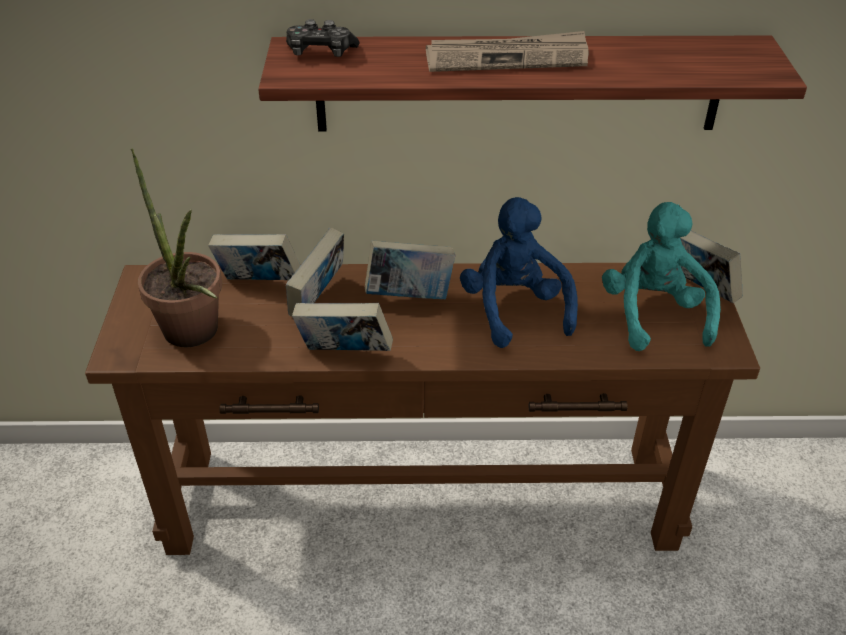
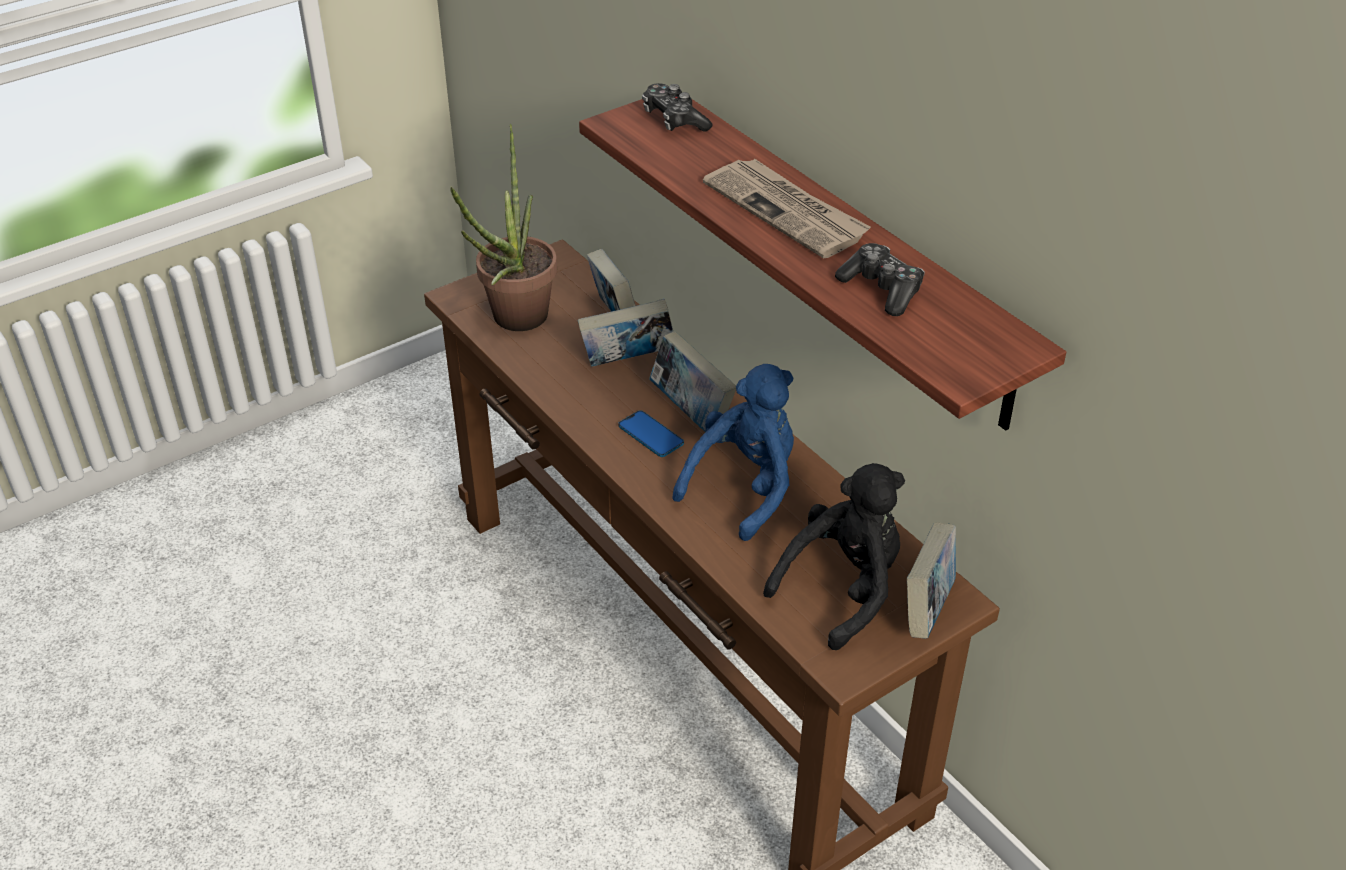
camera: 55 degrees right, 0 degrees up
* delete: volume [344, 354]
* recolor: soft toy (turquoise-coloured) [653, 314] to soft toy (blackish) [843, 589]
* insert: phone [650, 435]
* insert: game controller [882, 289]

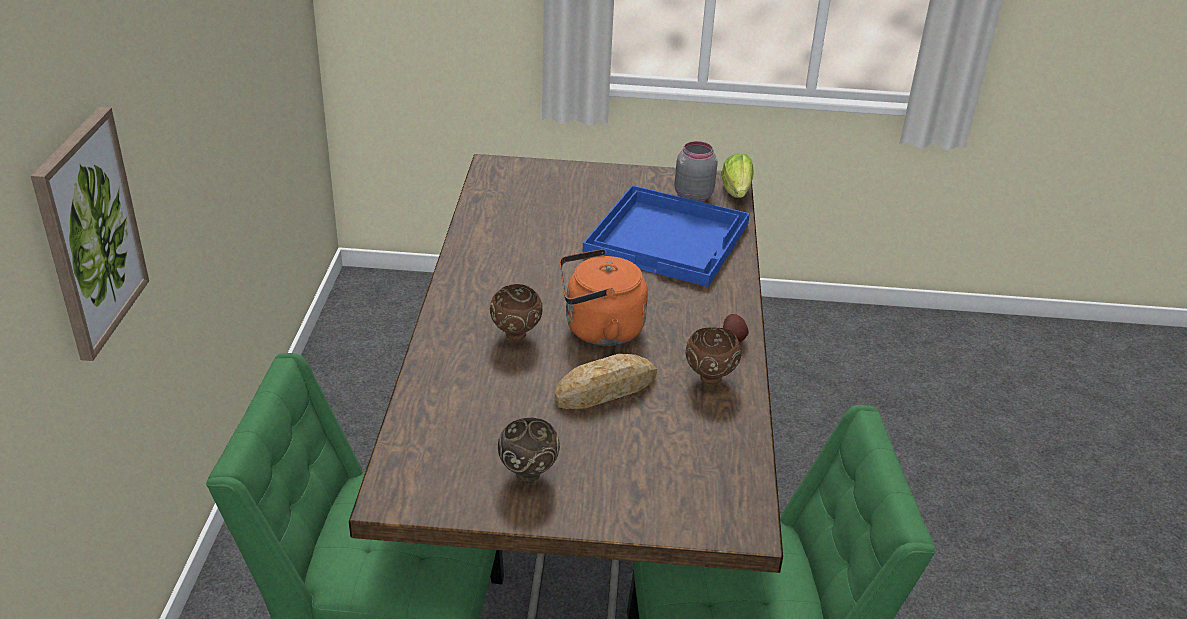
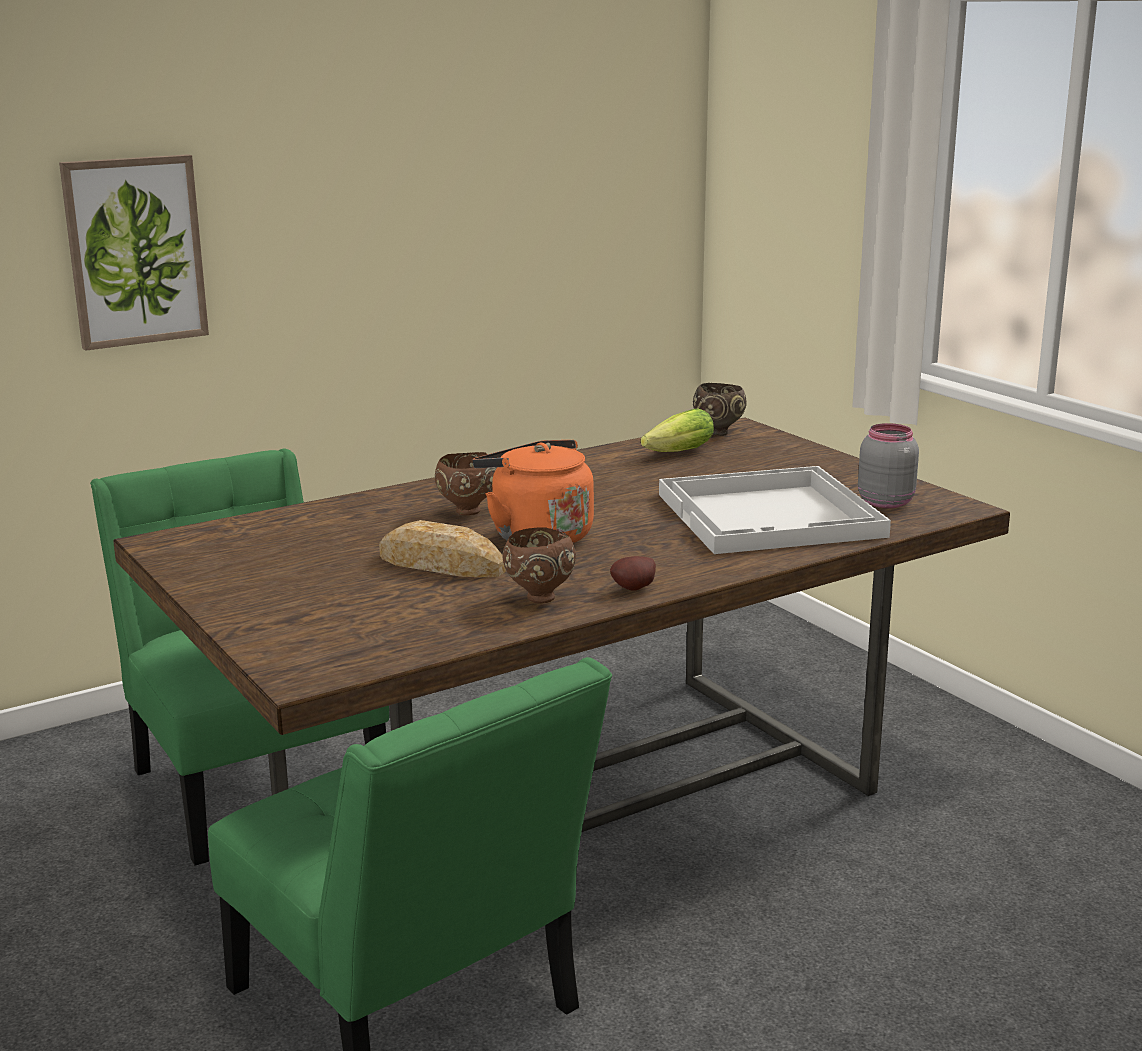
camera: 55 degrees right, 15 degrees down
* move: bowl (brownish) [528, 473] to [719, 433]
* recolor: carrying tray (blue-coloured) [669, 238] to carrying tray (white-coloured) [771, 515]
* move: lettuce [736, 192] to [675, 453]

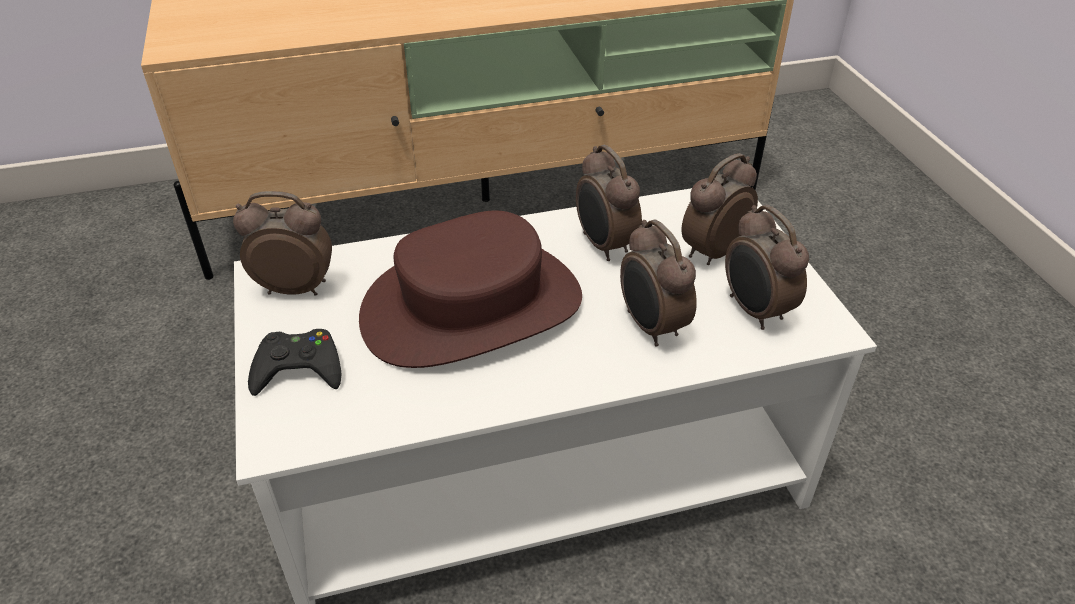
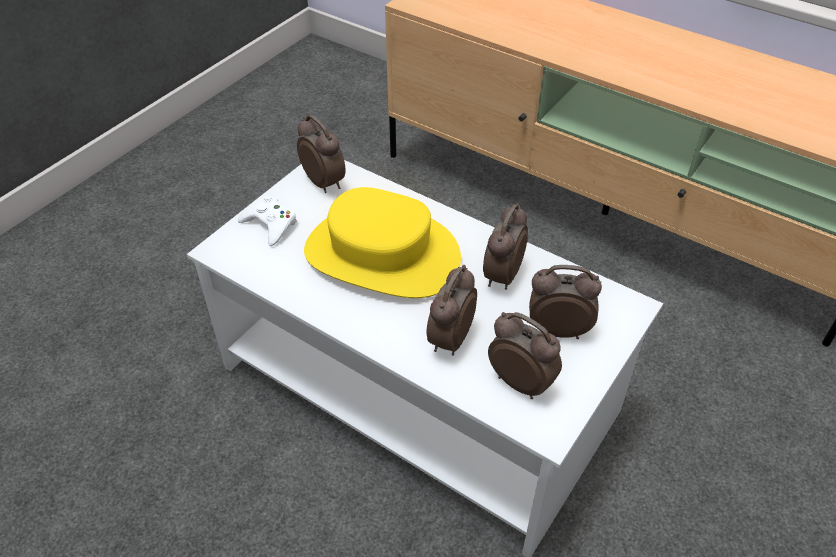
camera: 50 degrees right, 5 degrees up
* recolor: game controller (blackish) [298, 369] to game controller (white-coloured) [270, 224]
* recolor: wearable hat (brownish) [472, 308] to wearable hat (yellow) [381, 255]
* rotate: bedside clock [754, 311] = [521, 382] 105 degrees clockwise

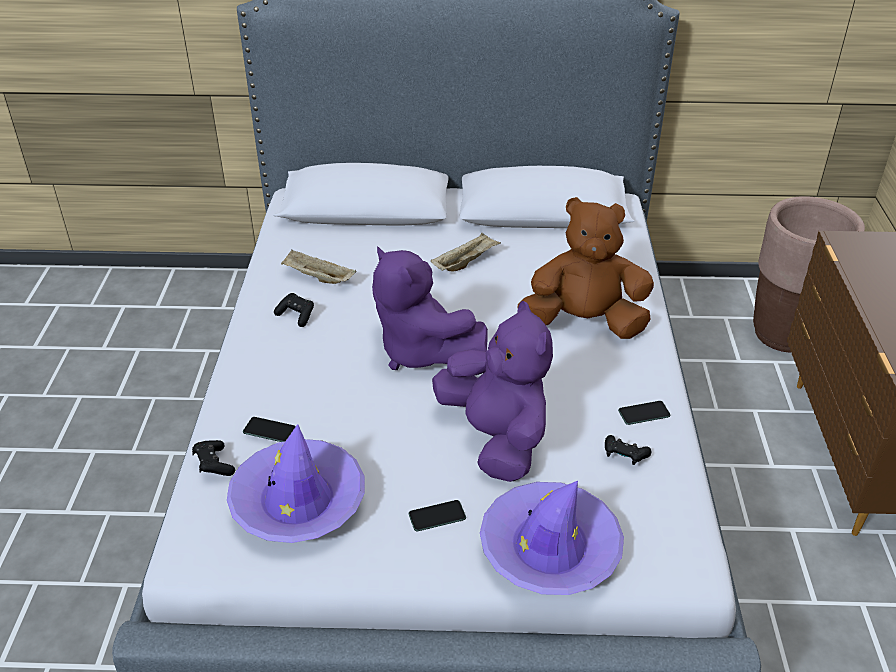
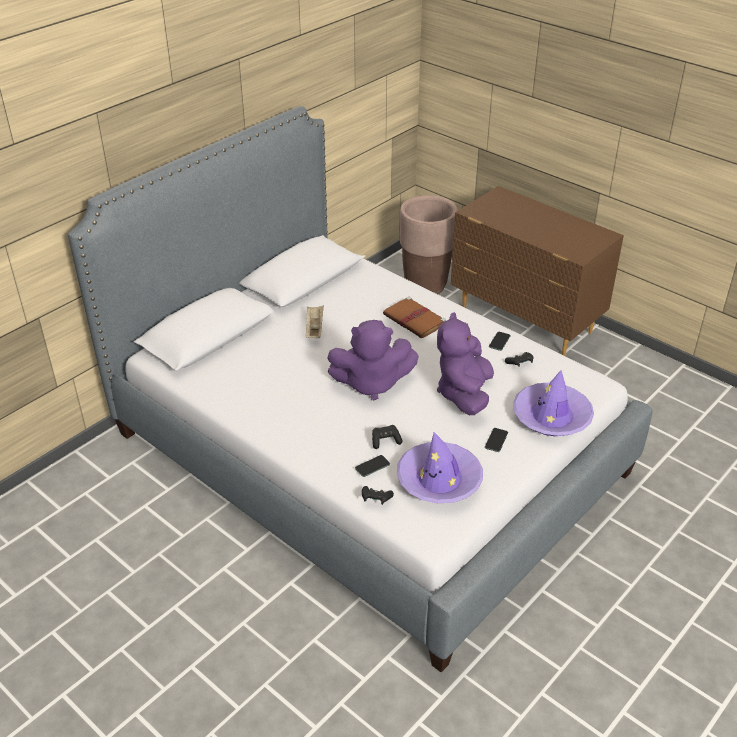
camera: 50 degrees left, 0 degrees up
* move: game controller (blackish) [296, 315] to [385, 441]
* delete: carrying tray (beige) [317, 278]
* rotate: soft toy (purplish) [496, 438] = [464, 394] 90 degrees counterclockwise
* replace: soft toy (brownish) [584, 323] to volume (brownish) [415, 320]

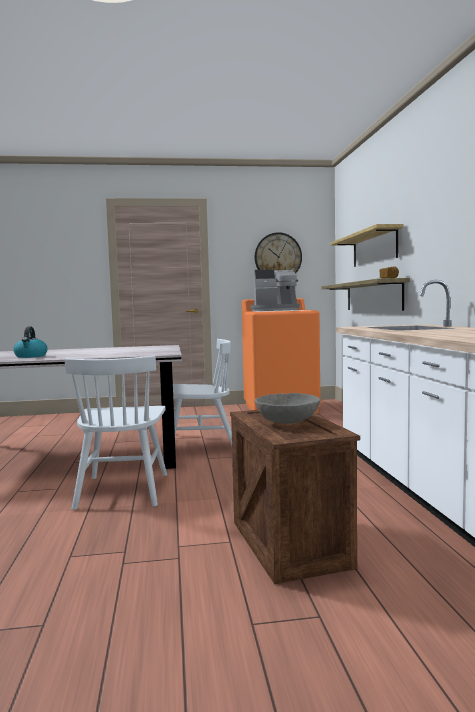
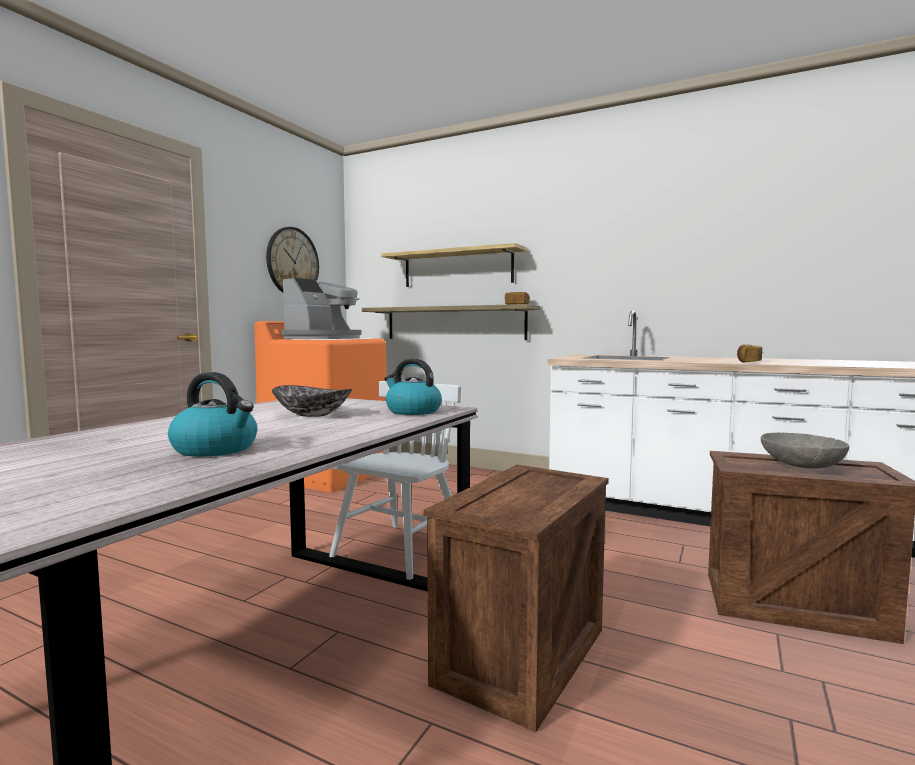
camera: 55 degrees left, 0 degrees up
* replace: chair (white-coloured) [122, 491] to crate [523, 657]
* insert: bowl [312, 414]
* insert: tea kettle [412, 411]
* insert: bread [748, 362]

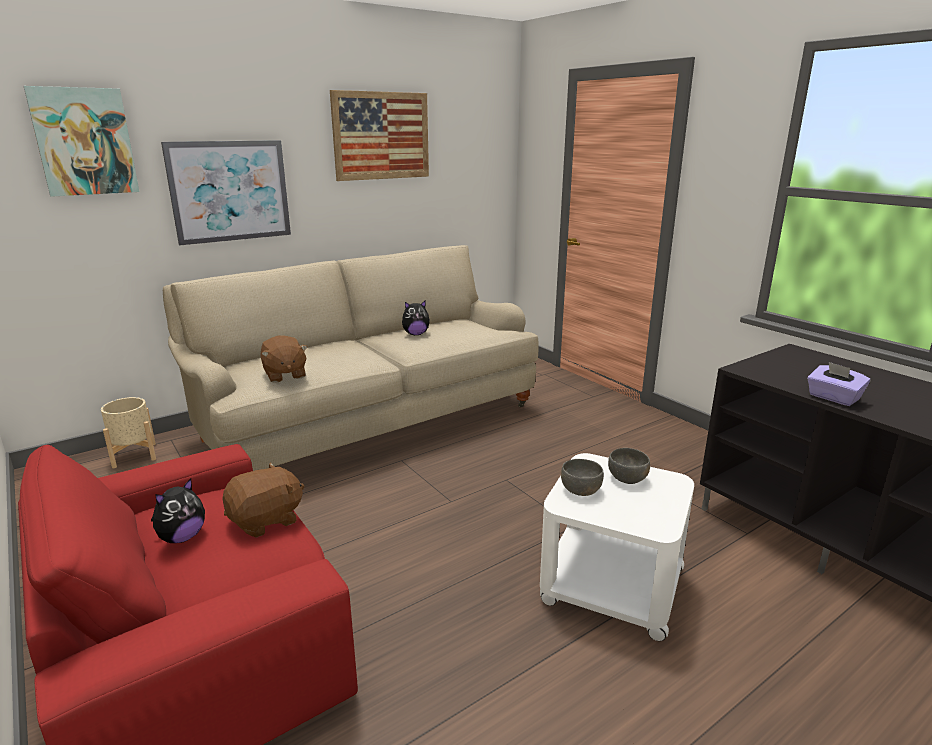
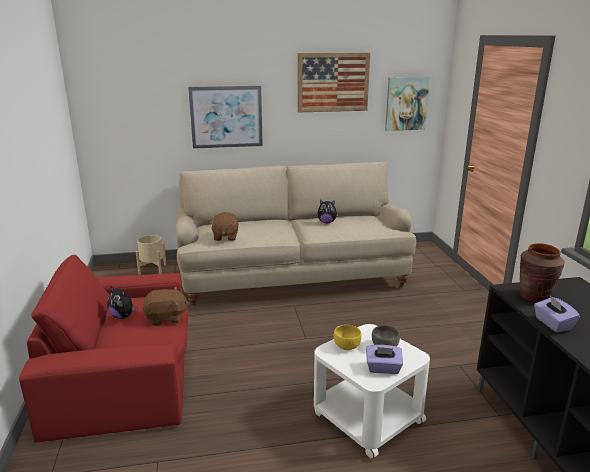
camera: 25 degrees right, 0 degrees up
* move: wall art [84, 142] to [406, 103]
* rotate: soft toy [182, 537] = [123, 316] 60 degrees clockwise
* recolor: bowl (greyish) [580, 490] to bowl (yellow) [346, 345]
* insert: tissue box (purplish) [383, 368]
* insert: flower vase (brownish) [534, 297]

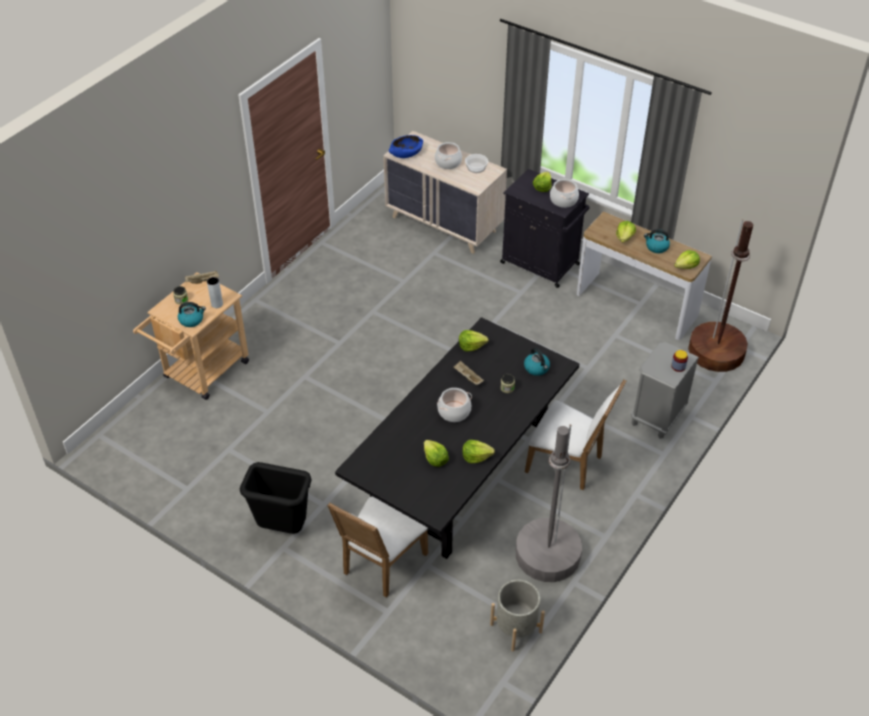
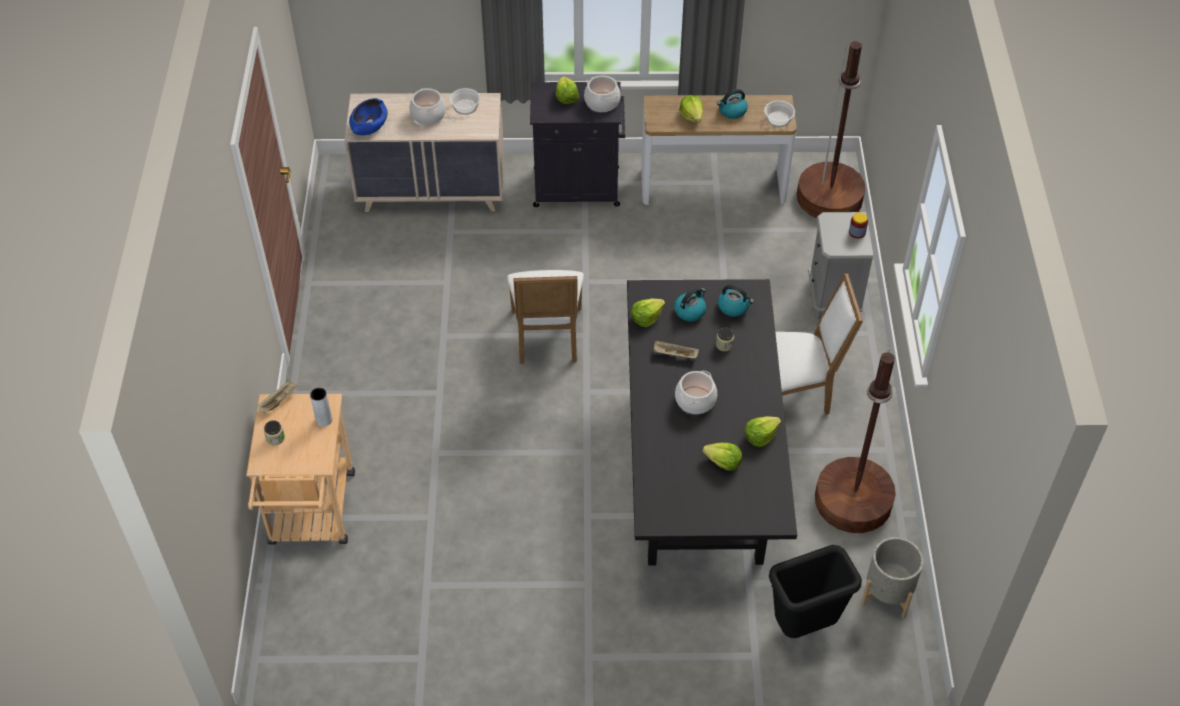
camera: 35 degrees left, 5 degrees up
* move: tea kettle [192, 320] to [690, 311]
* move: trash can (blackish) [282, 528] to [804, 626]
* move: chair (white-coloured) [380, 565] to [547, 339]
* recolor: standard lamp (greyish) [547, 555] to standard lamp (brownish) [853, 501]
* replace: lettuce [686, 266] to bowl [778, 119]

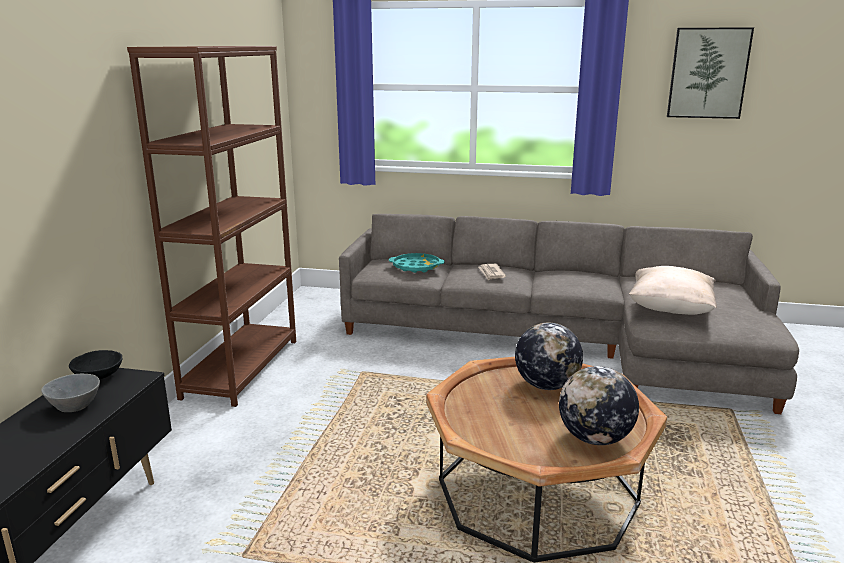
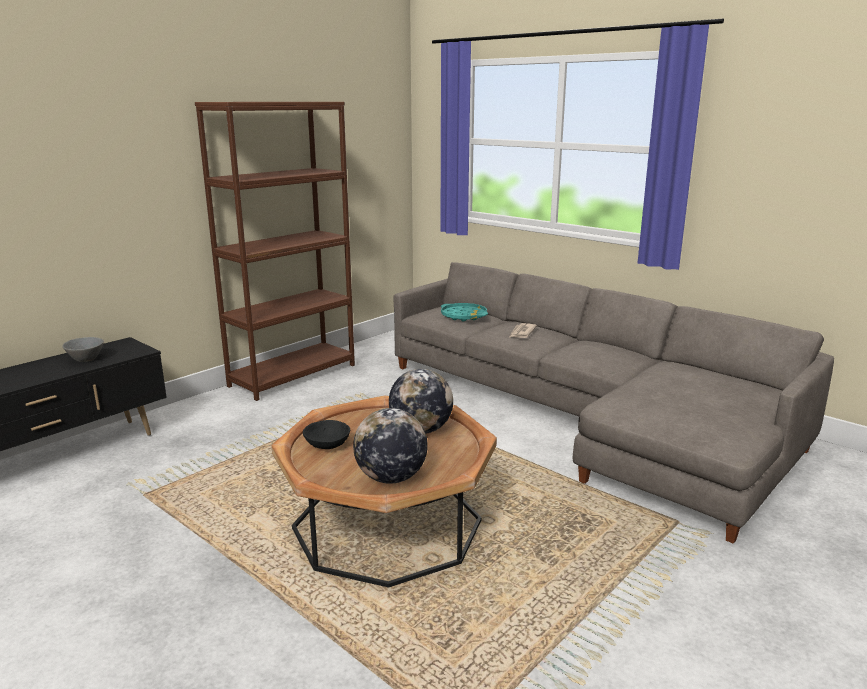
camera: 30 degrees right, 0 degrees up
* move: bowl (blackish) [98, 376] to [326, 445]
* delete: throw pillow (beige) [670, 310]
* delete: wall art [708, 73]

